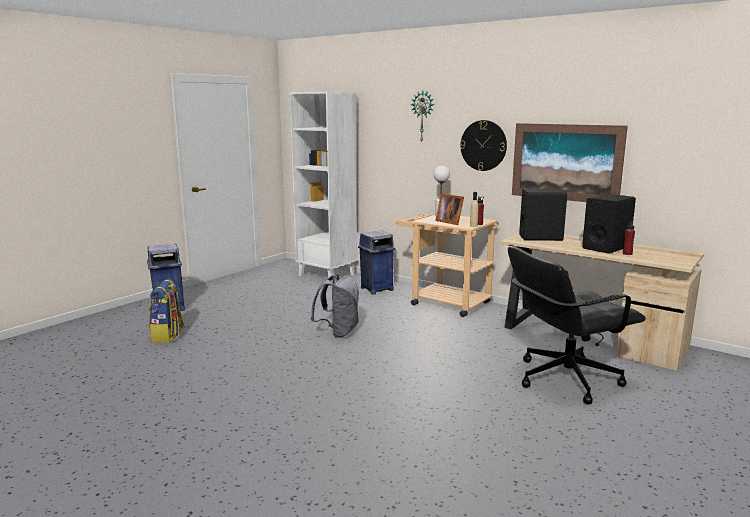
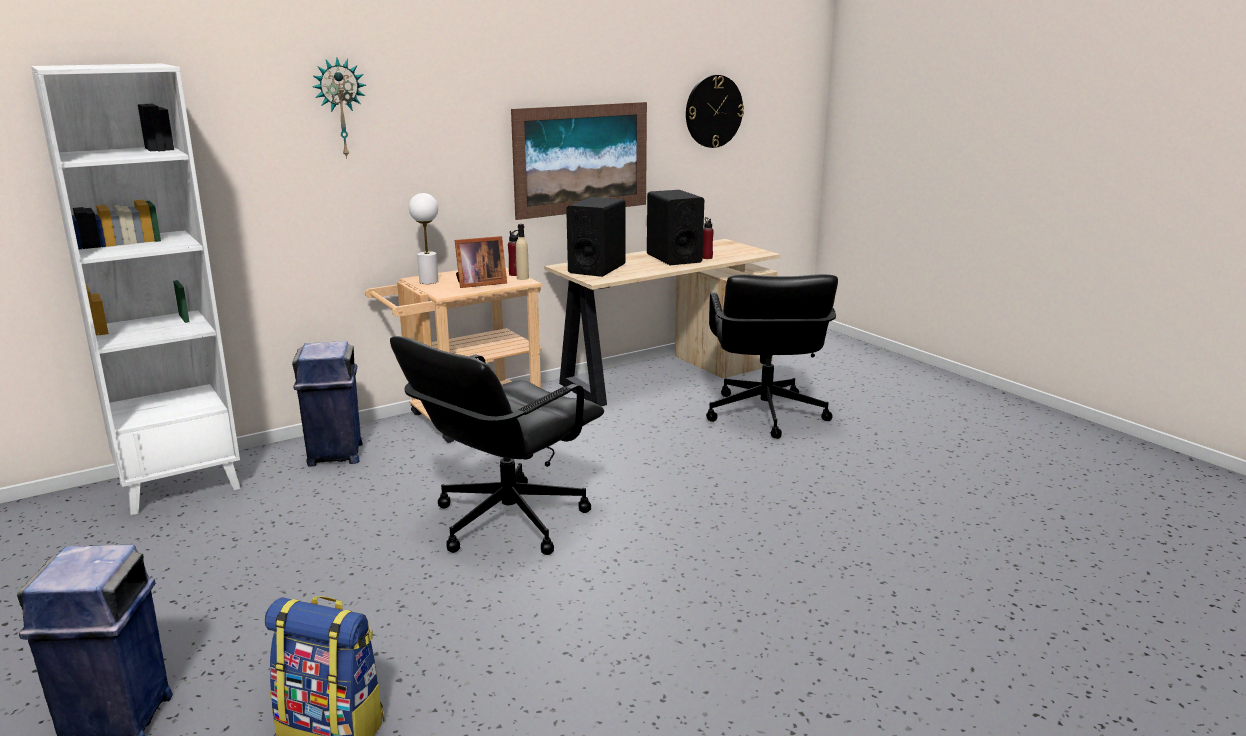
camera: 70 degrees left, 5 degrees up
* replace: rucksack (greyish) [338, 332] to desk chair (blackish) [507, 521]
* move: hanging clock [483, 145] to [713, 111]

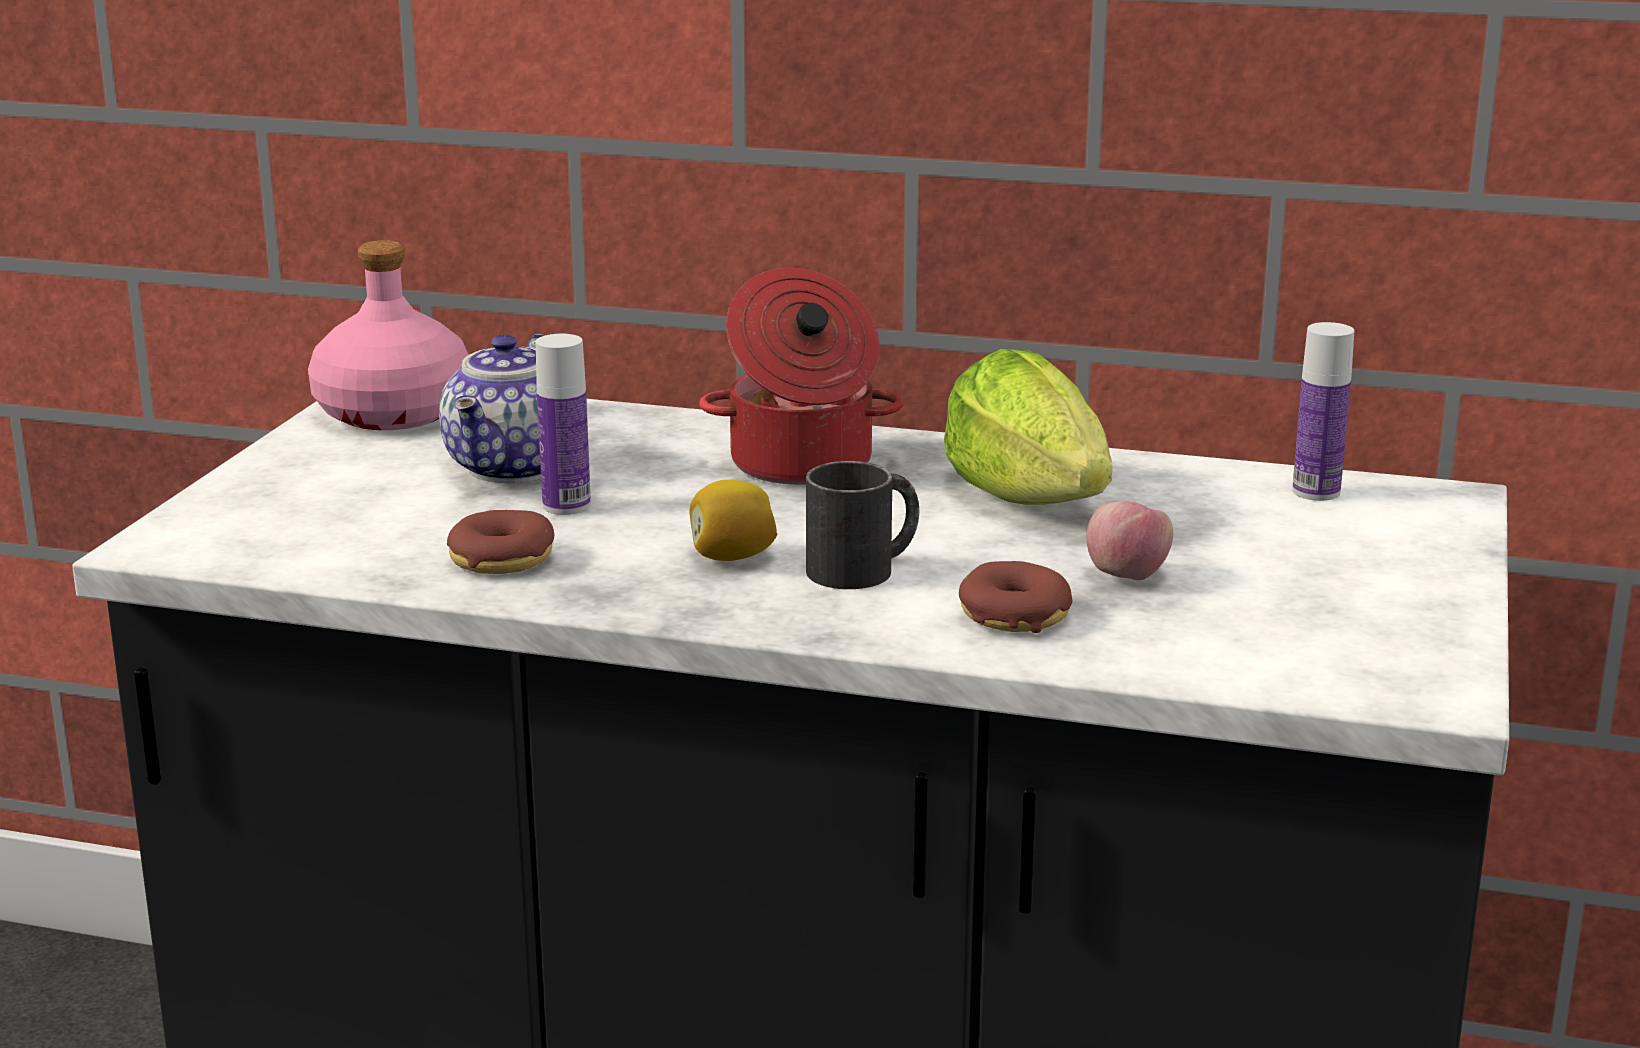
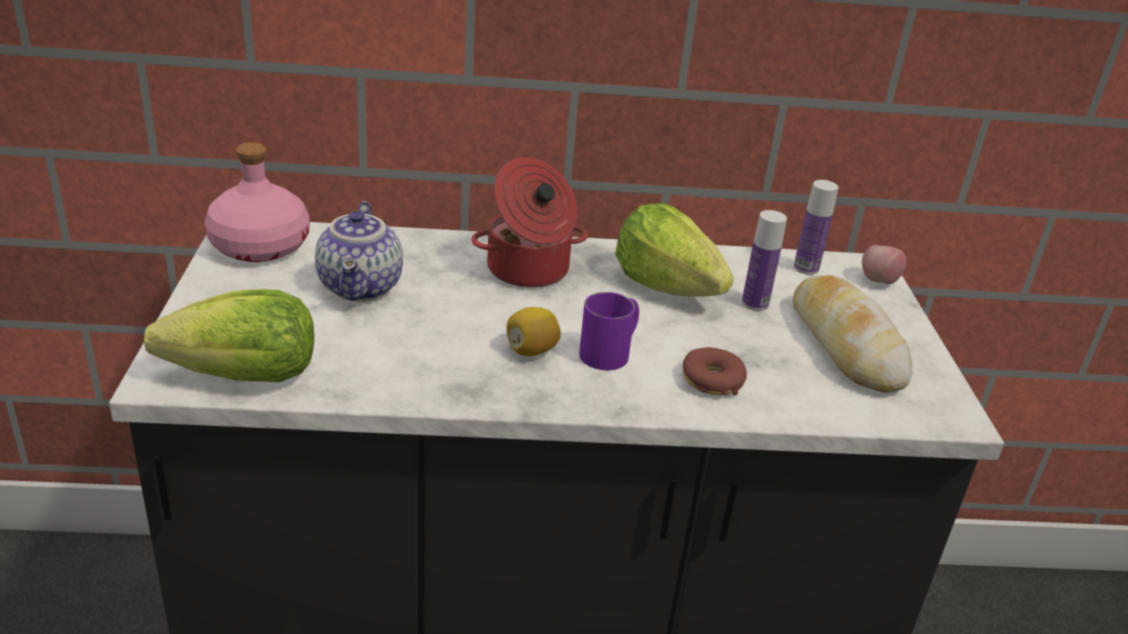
camera: 20 degrees left, 10 degrees up
* delete: ring doughnut [502, 560]
* move: bottle [566, 506] to [755, 303]
* recolor: coffee mug (blackish) [865, 568] to coffee mug (purplish) [611, 351]
* move: apple fruit [1127, 577] to [878, 281]
* insert: lettuce [246, 377]
* insert: bread [845, 345]

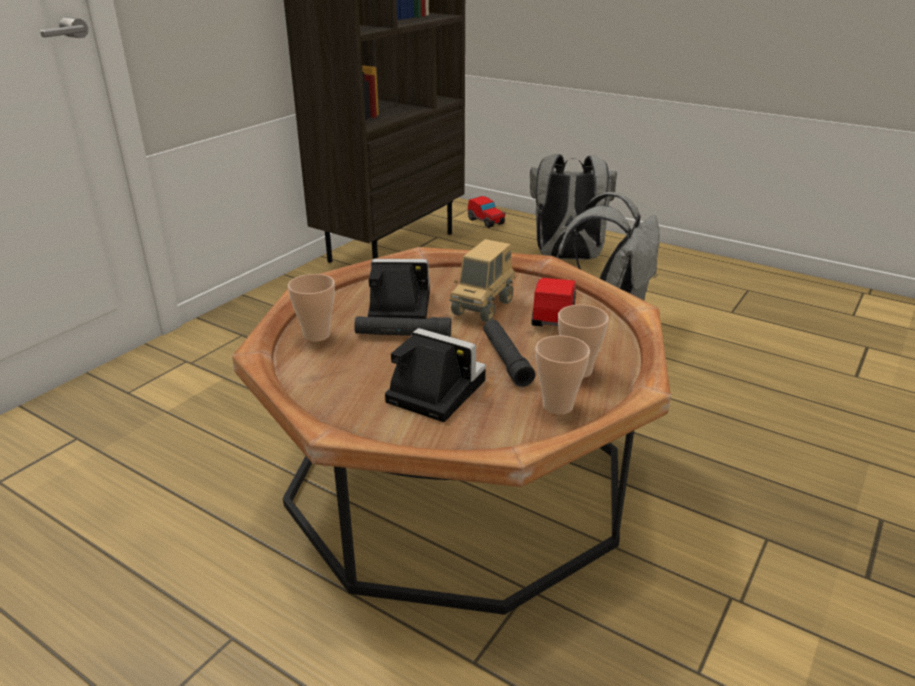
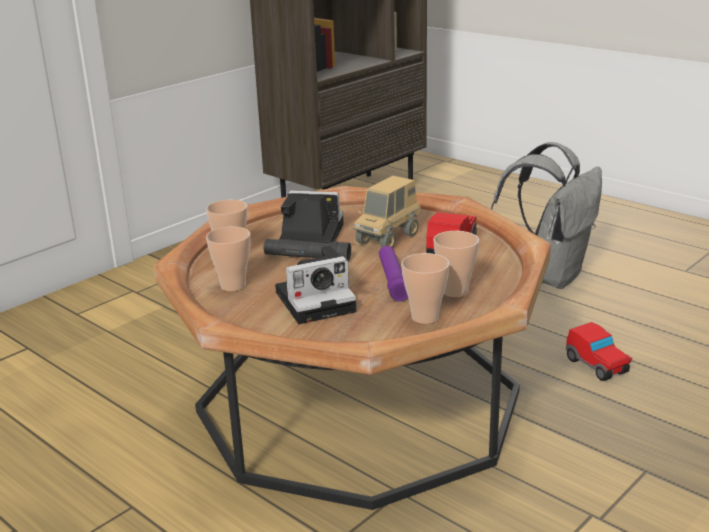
camera: 10 degrees right, 5 degrees down
* rotate: photo camera [432, 391] = [318, 300] 120 degrees clockwise
* move: toy car [486, 222] to [597, 366]
* recolor: flashlight (blackish) [506, 360] to flashlight (purplish) [393, 280]
* delete: rucksack (greyish) [566, 258]
* insert: small cup [233, 286]

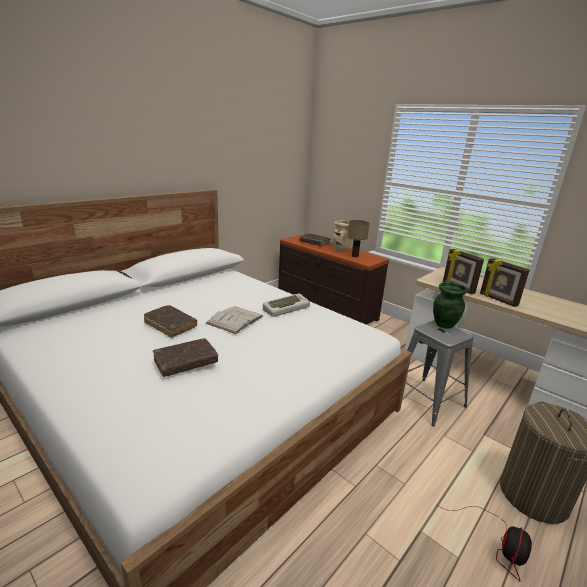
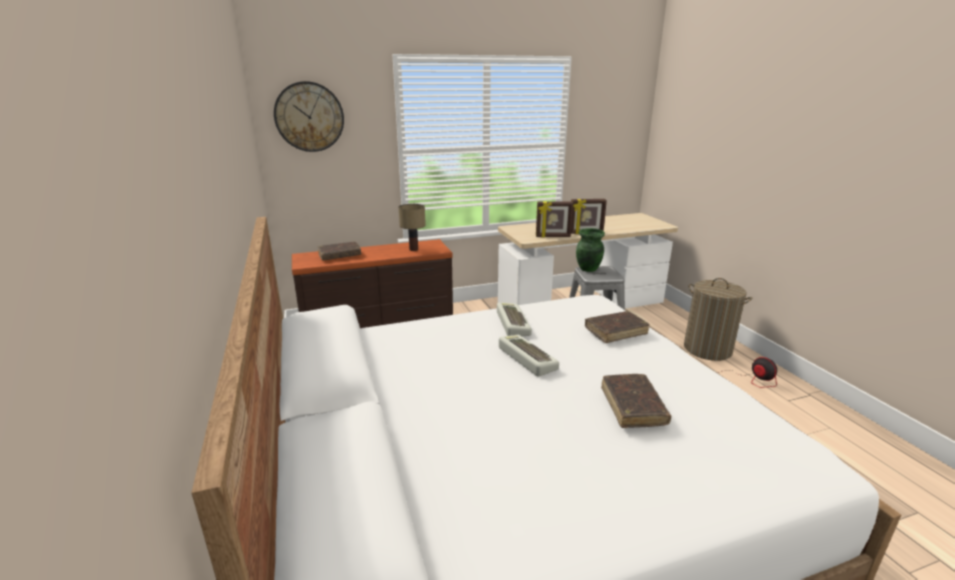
camera: 60 degrees left, 0 degrees up
* move: volume (brownish) [170, 325] to [615, 332]
* replace: volume (white-coloured) [235, 319] to keyboard [525, 359]
* delete: flower vase (beige) [340, 250]
* insert: hanging clock [309, 117]

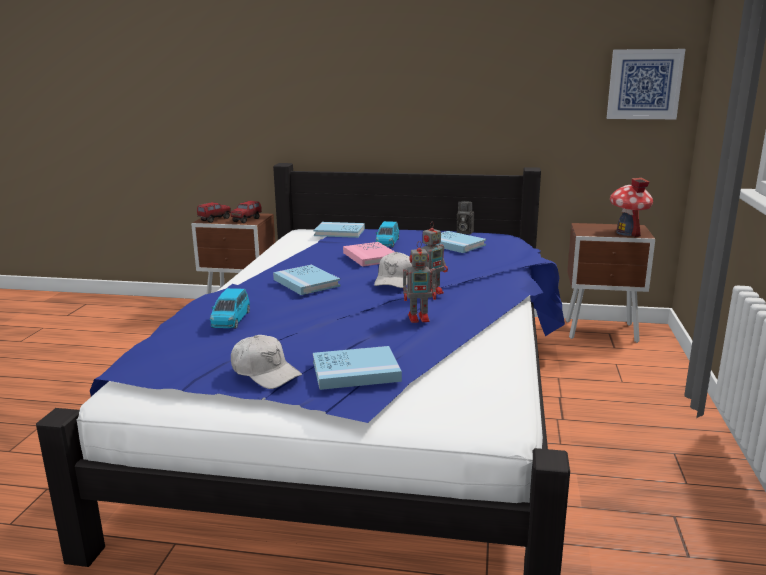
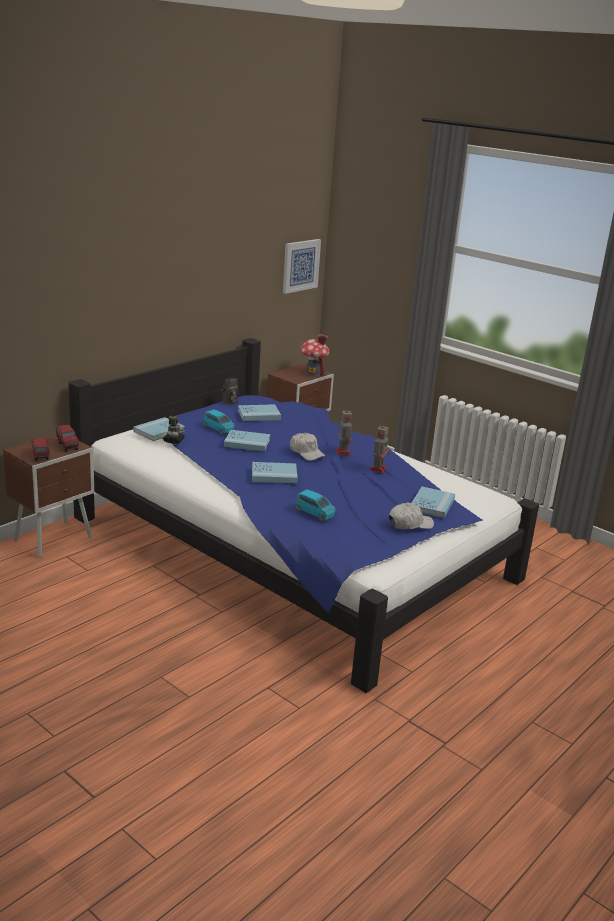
camera: 60 degrees left, 5 degrees up
* recolor: volume (pink-coloured) [370, 257] to volume (blue-coloured) [247, 443]
* insert: robot figure [173, 441]

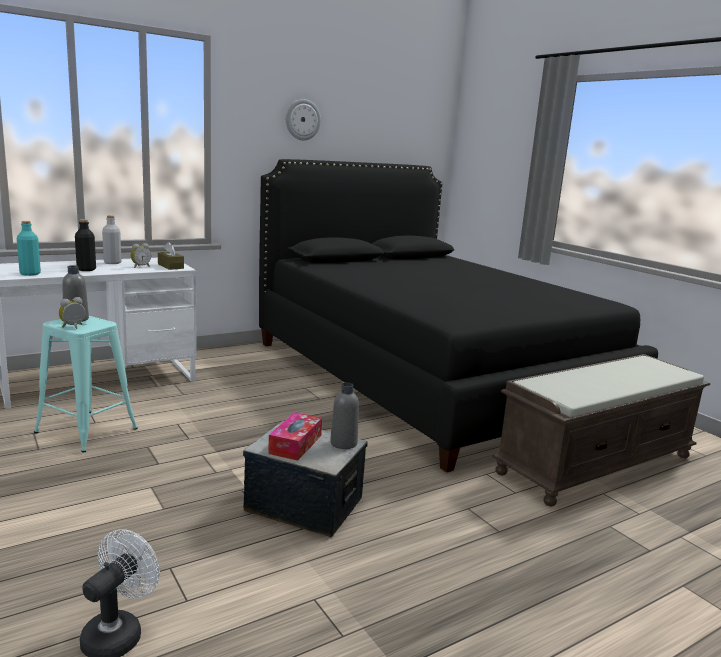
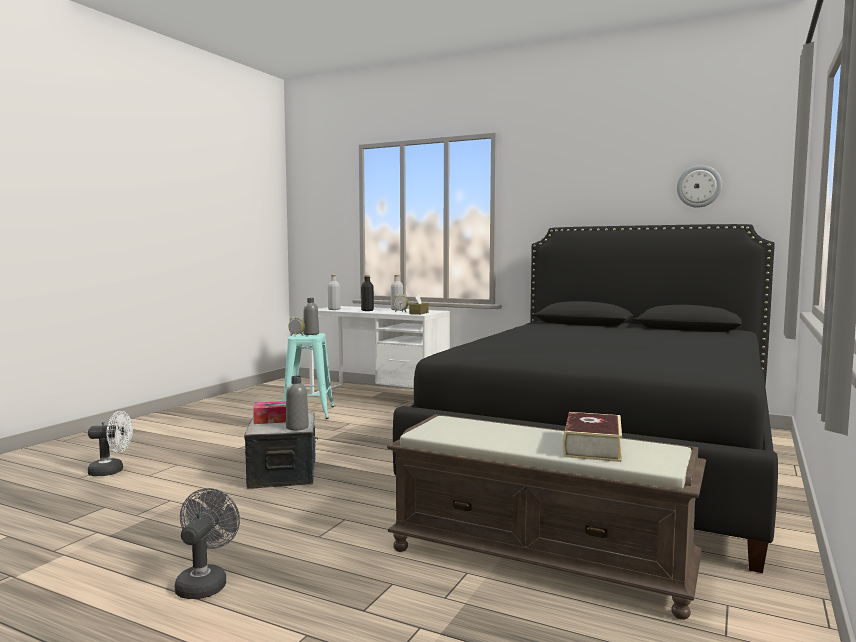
camera: 60 degrees right, 10 degrees down
* recolor: bottle (turquoise-coloured) [30, 274] to bottle (greyish) [334, 309]
* move: hanging clock [302, 119] to [699, 186]
* insert: fan (greyish) [205, 583]
* insert: volume [592, 447]

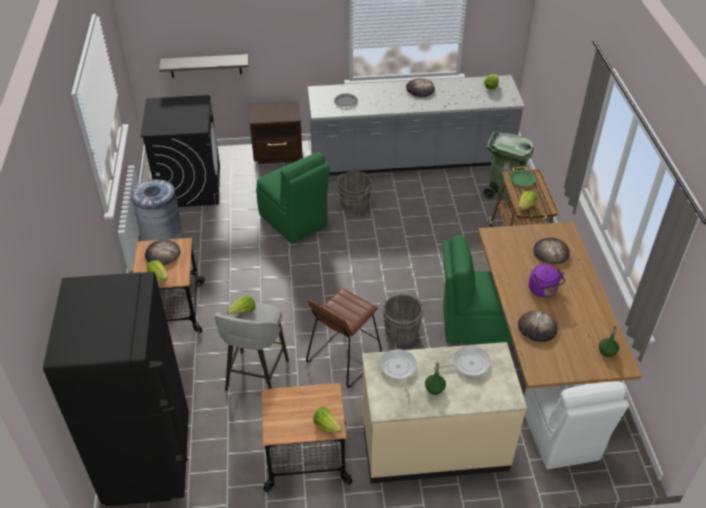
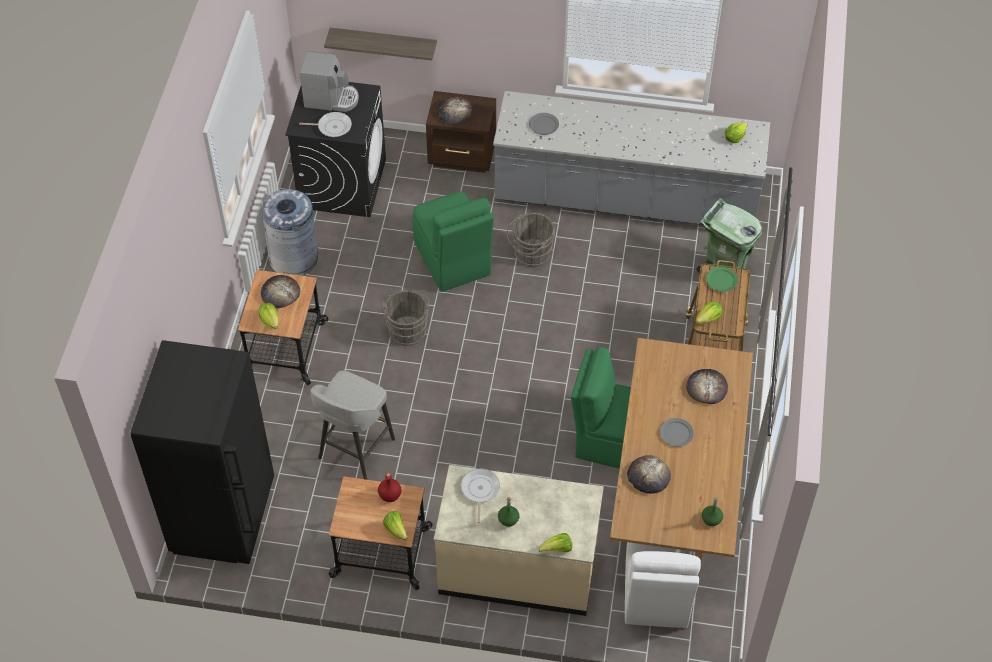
camera: 15 degrees right, 10 degrees up
* move: lettuce [243, 312] to [557, 549]
* delete: sitting stool (brownish) [343, 358]
* move: water bucket (greyish) [400, 330] to [407, 329]
* move: bread [420, 89] to [454, 112]
* move: pan [468, 364] to [332, 127]
* replace: tea kettle (purplish) [543, 291] to plate (greyish) [676, 433]
* insert: coffee maker [331, 99]
* insert: bottle (red) [390, 495]

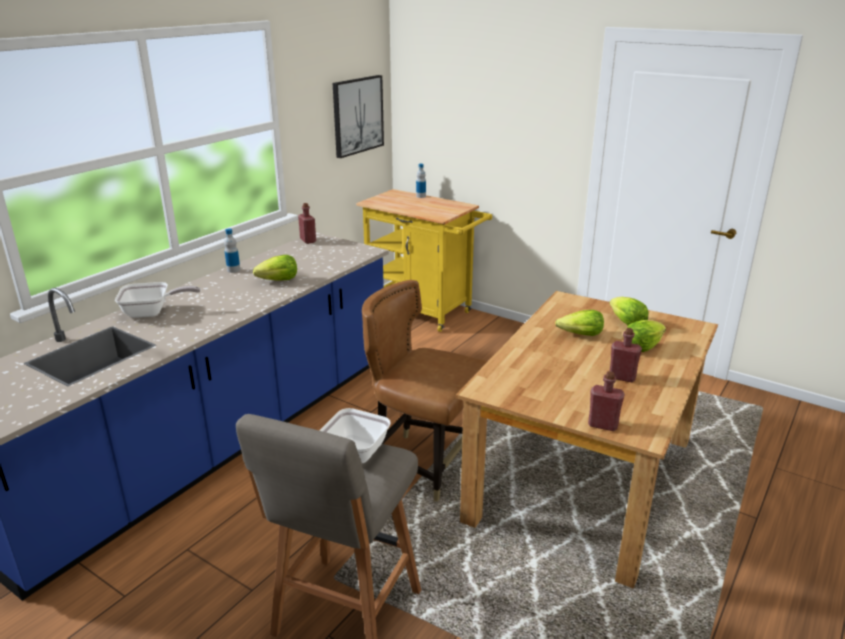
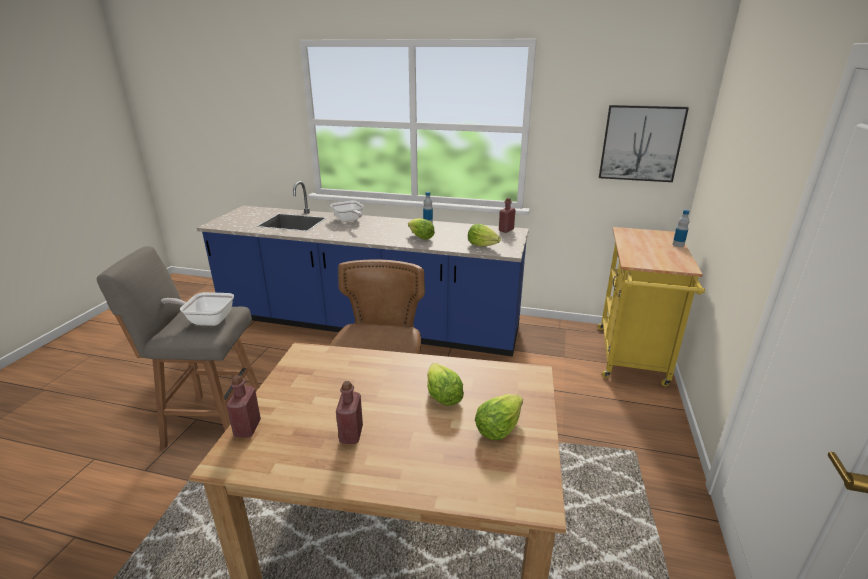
camera: 70 degrees right, 0 degrees up
* move: lettuce [642, 347] to [482, 245]

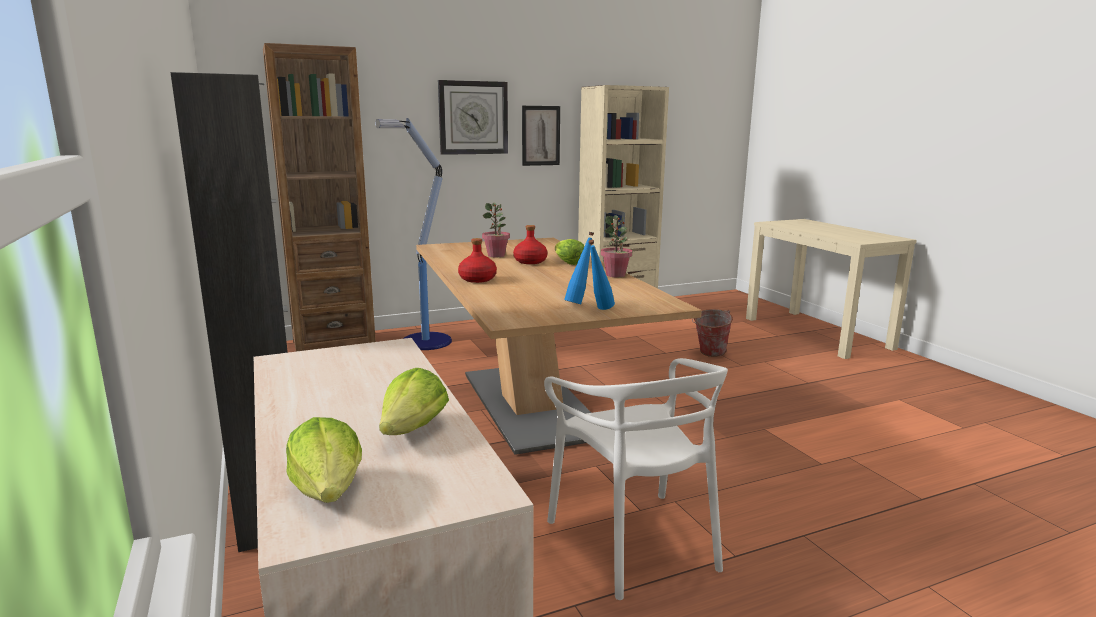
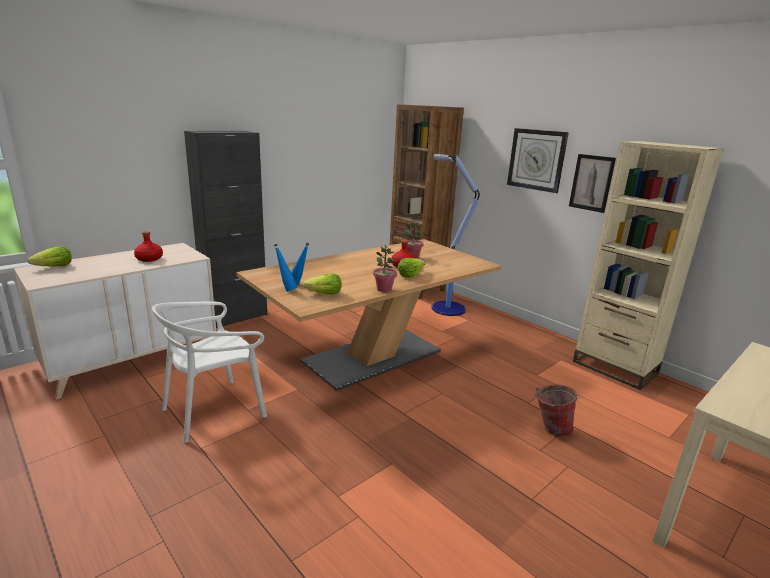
camera: 70 degrees right, 5 degrees up
* move: lettuce [413, 430] to [324, 294]
* move: bottle (red) [477, 279] to [149, 259]

